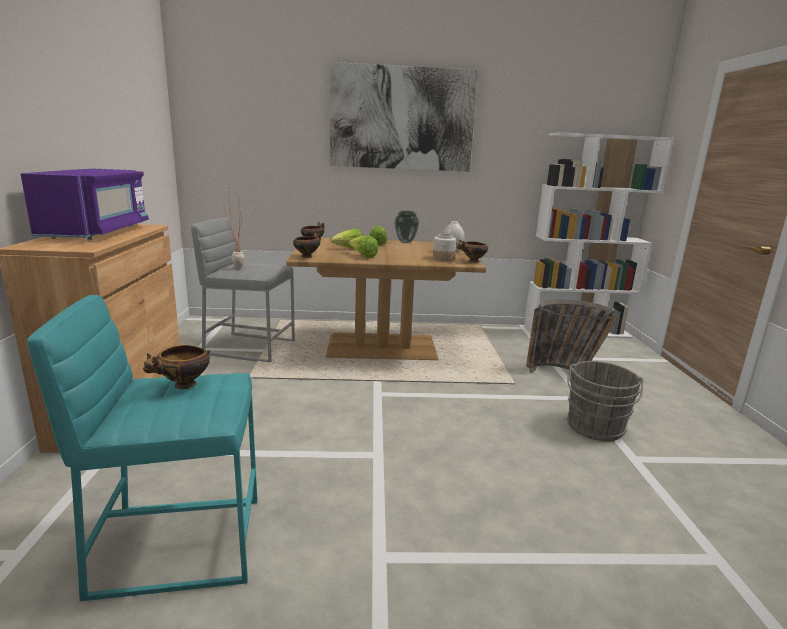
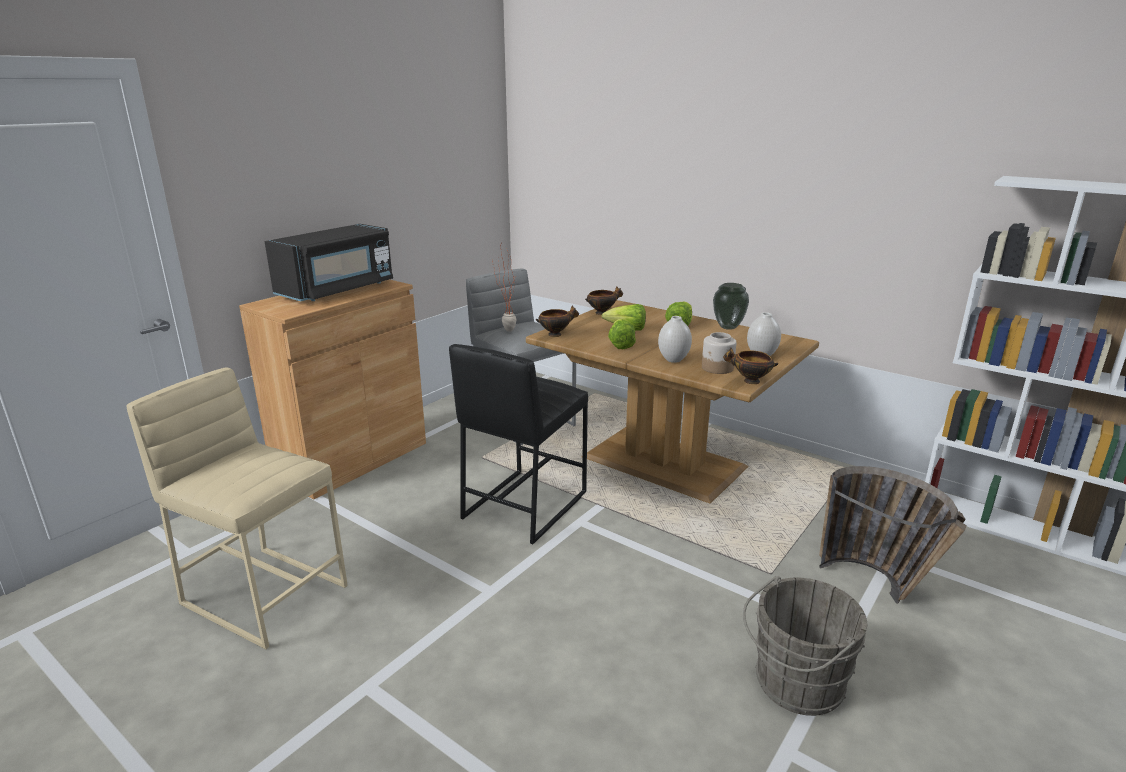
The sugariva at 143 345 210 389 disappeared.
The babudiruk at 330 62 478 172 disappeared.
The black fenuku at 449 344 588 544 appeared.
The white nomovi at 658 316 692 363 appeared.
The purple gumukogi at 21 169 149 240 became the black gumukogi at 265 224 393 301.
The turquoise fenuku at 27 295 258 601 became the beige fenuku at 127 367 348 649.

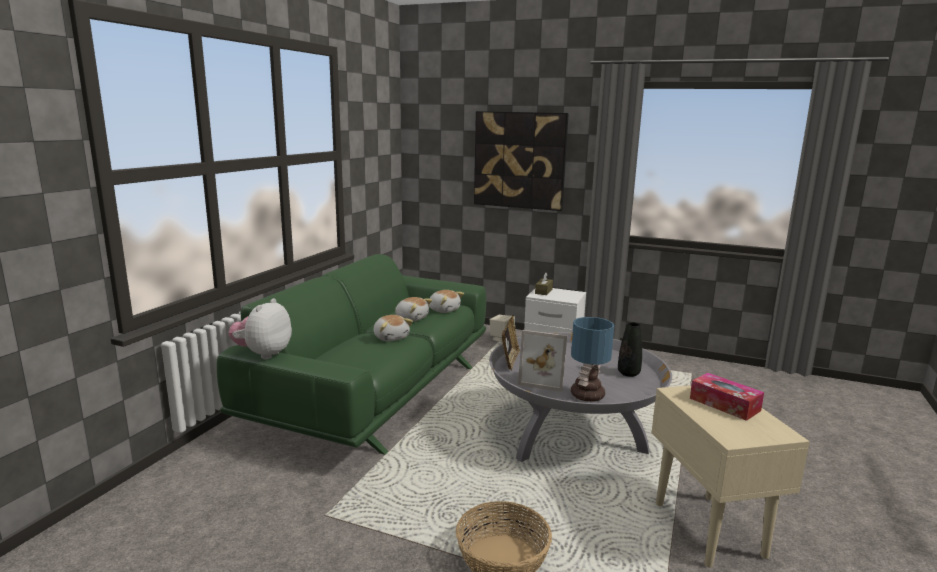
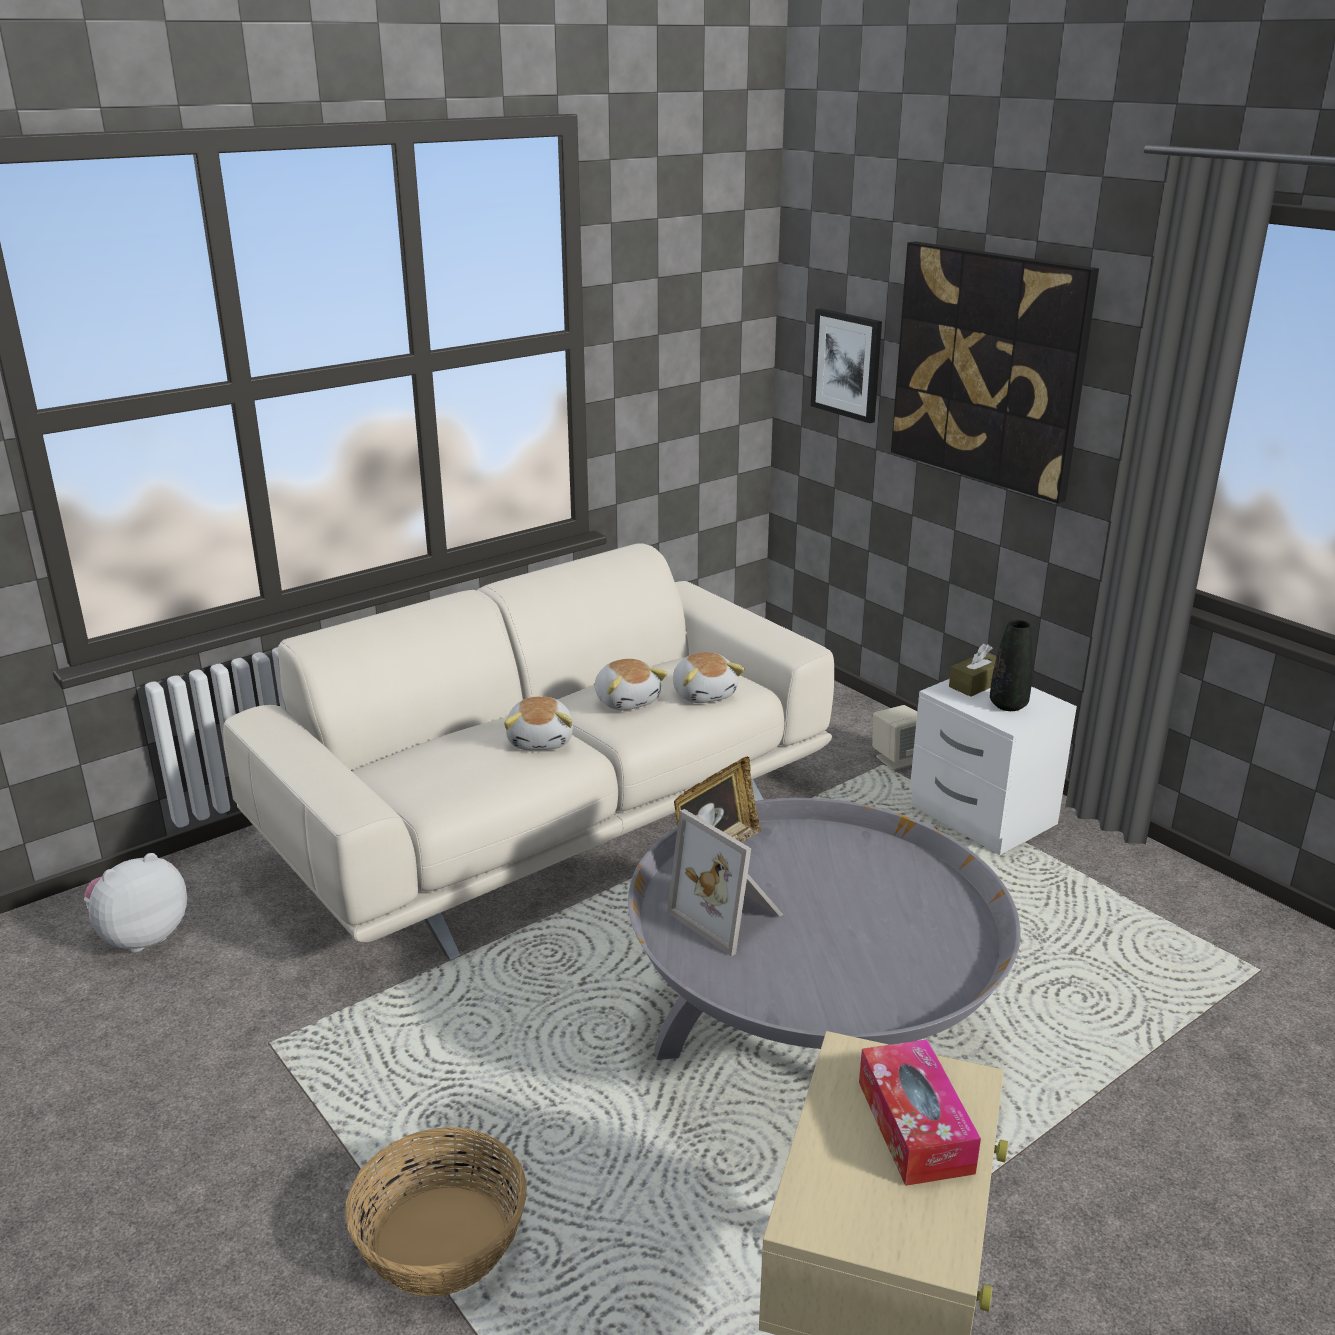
The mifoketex at 571 317 614 402 disappeared.
The babudiruk at 811 308 882 423 appeared.
The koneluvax moved from 228 298 292 359 to 84 853 187 953.
The black nomovi moved from 618 322 642 377 to 990 620 1033 711.
The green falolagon at 217 254 486 455 became the beige falolagon at 223 543 834 960.

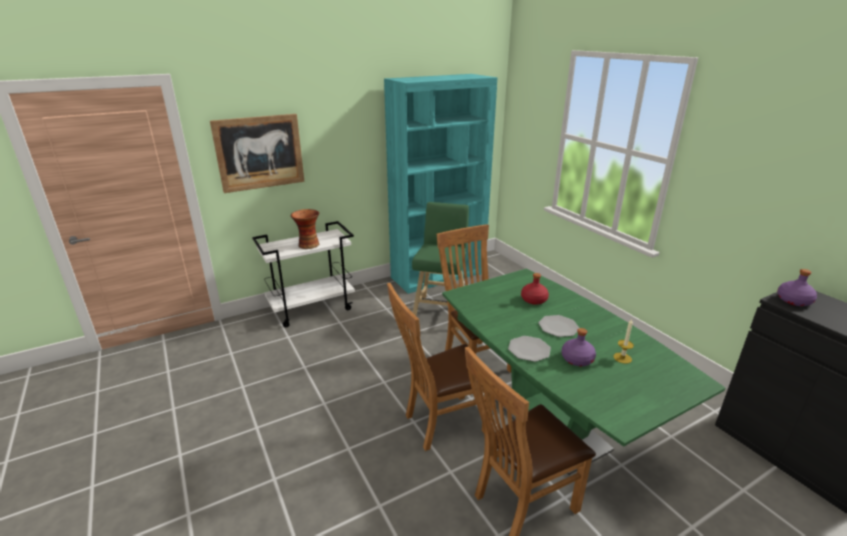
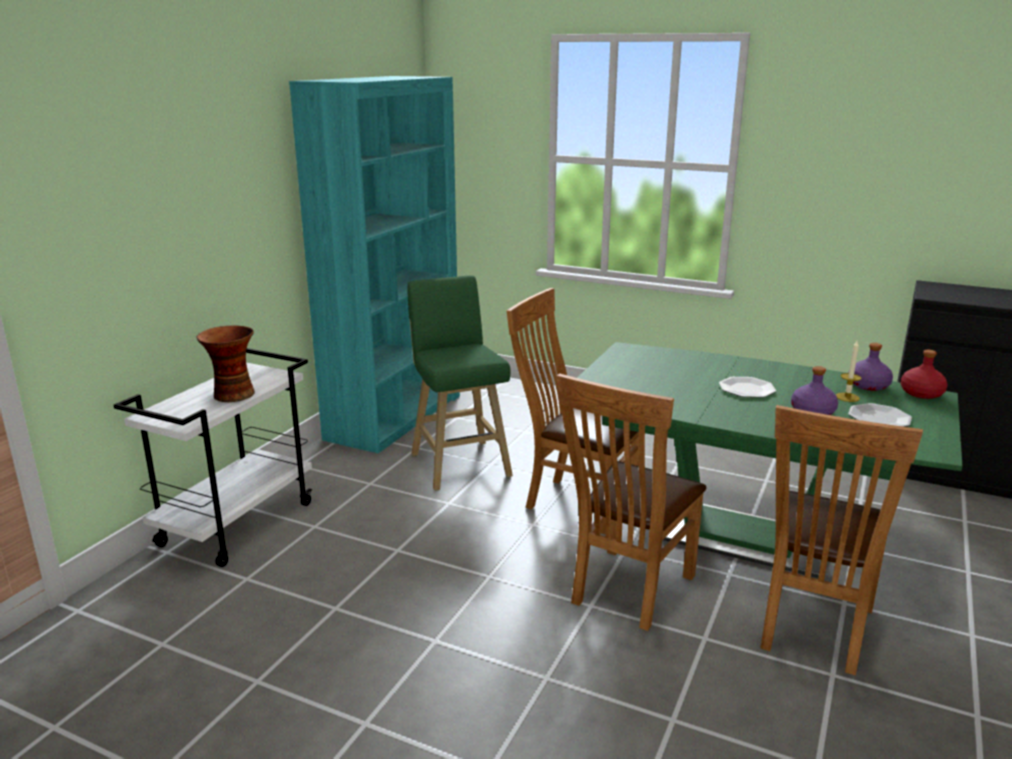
The babudiruk at 210 114 305 193 disappeared.
The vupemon moved from 508 336 551 362 to 848 403 912 427.
The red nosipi moved from 521 273 549 305 to 901 350 948 399.
The purple nosipi moved from 777 269 817 306 to 853 343 893 391.

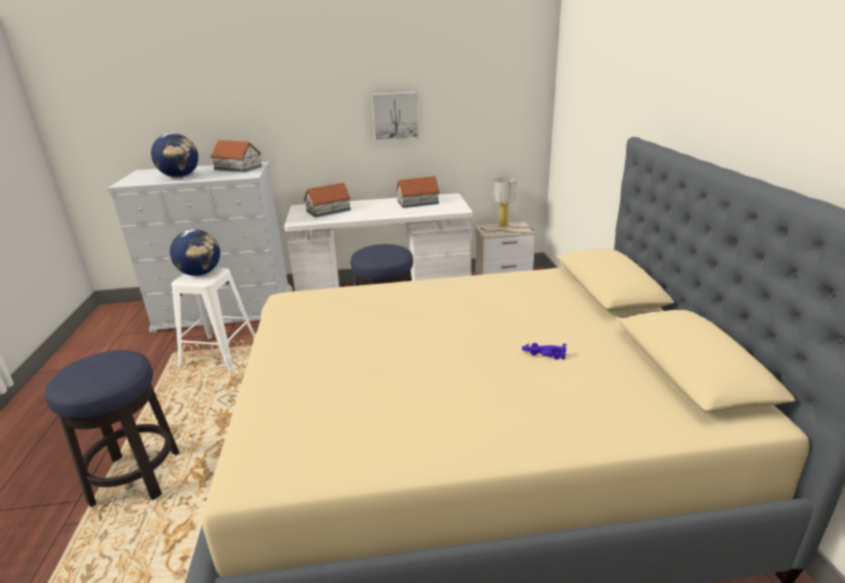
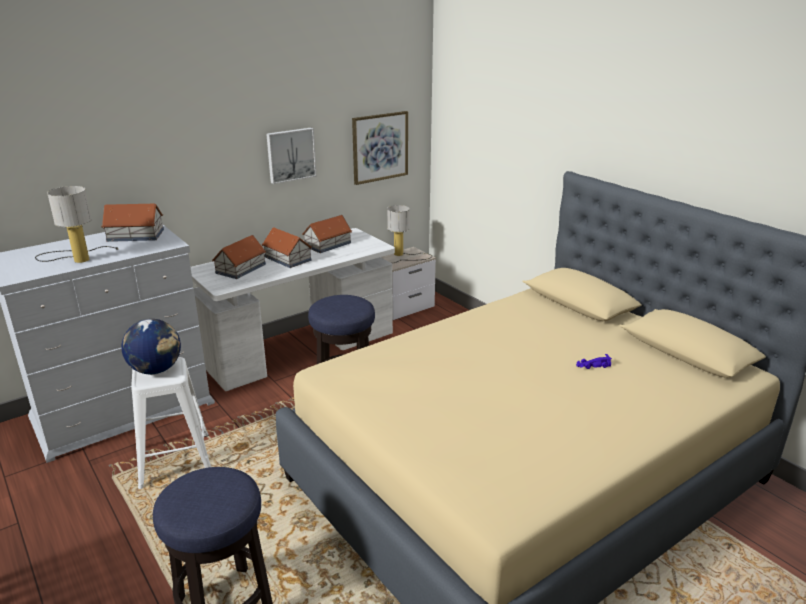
The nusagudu at 262 227 312 268 appeared.
The babudiruk at 352 111 408 185 appeared.
The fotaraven at 151 133 198 178 was replaced by the mifoketex at 35 186 118 263.

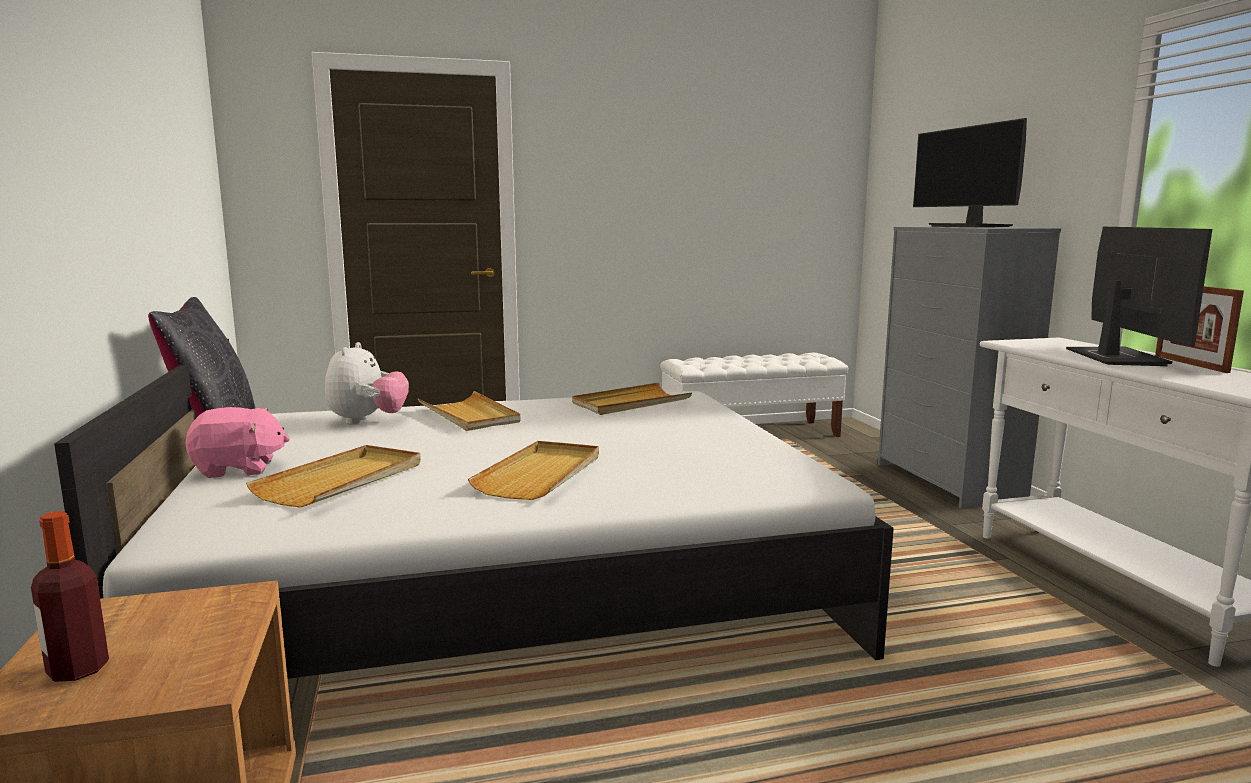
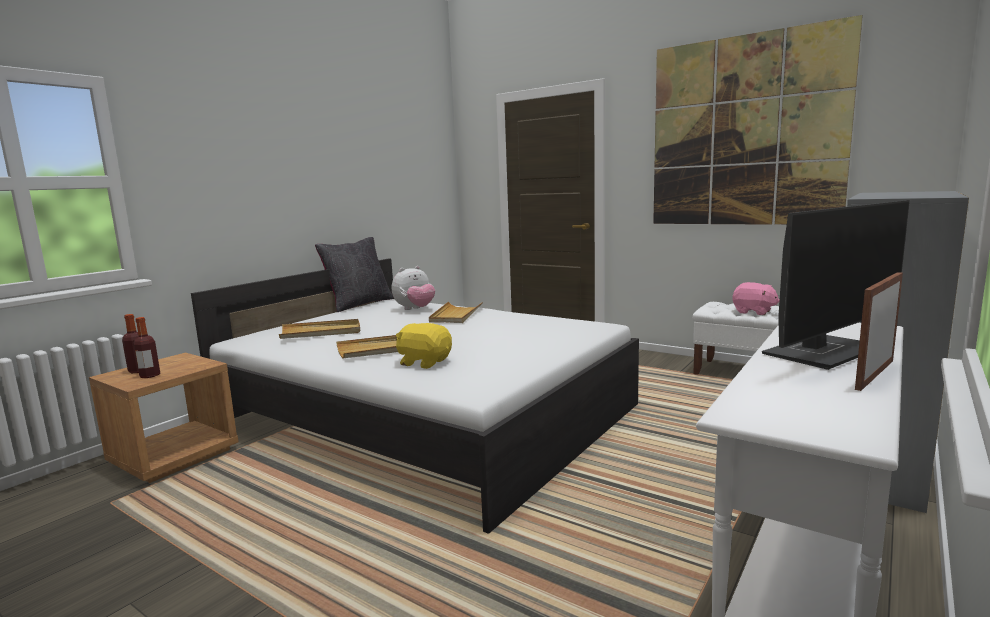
The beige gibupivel at 572 382 692 415 disappeared.
The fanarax at 913 118 1027 227 disappeared.
The nosipi at 133 317 160 378 appeared.
The yellow koneluvax at 396 323 452 369 appeared.
The babudiruk at 653 15 863 225 appeared.
The pink koneluvax moved from 186 407 290 478 to 732 282 780 315.

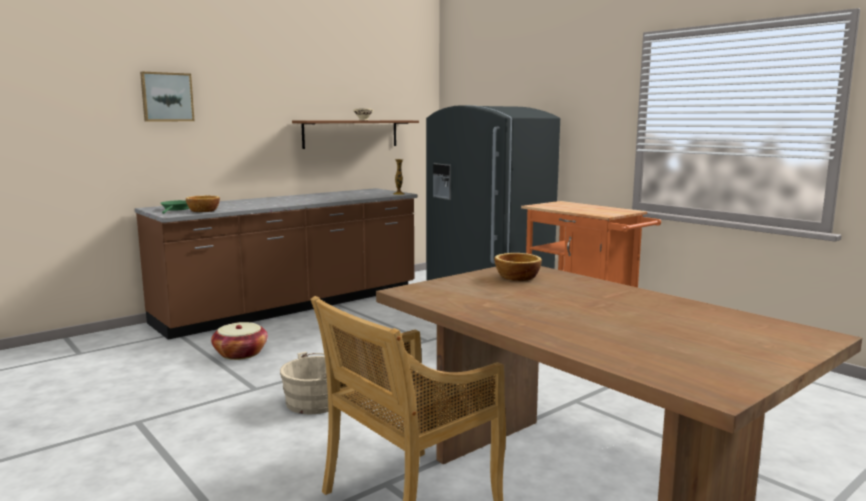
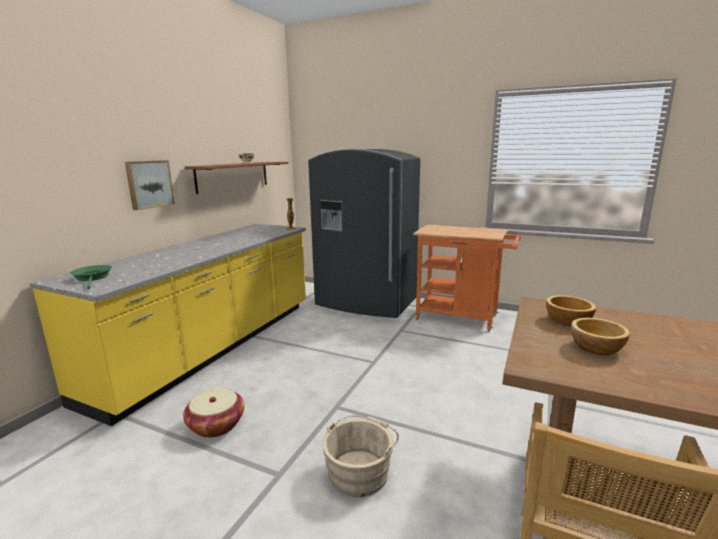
The babudiruk moved from 140 71 195 121 to 125 160 175 210.
The sugariva moved from 186 196 220 212 to 571 318 630 355.
The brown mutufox at 135 188 417 340 became the yellow mutufox at 30 224 306 426.

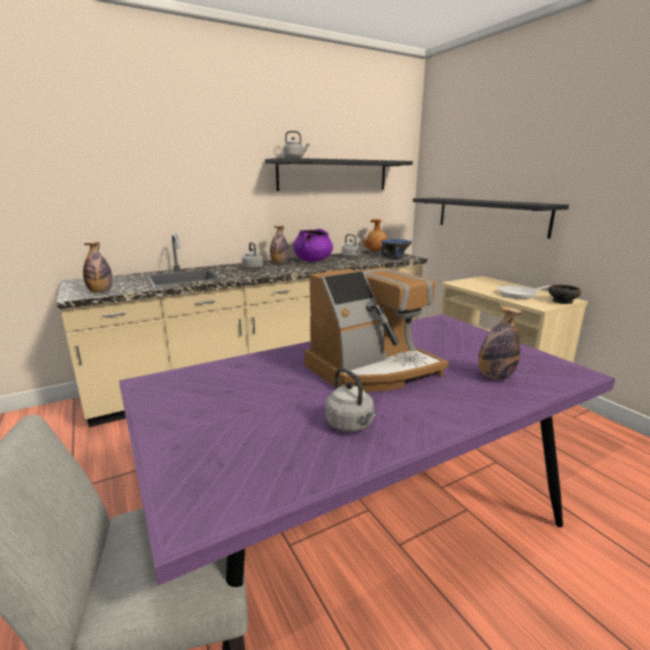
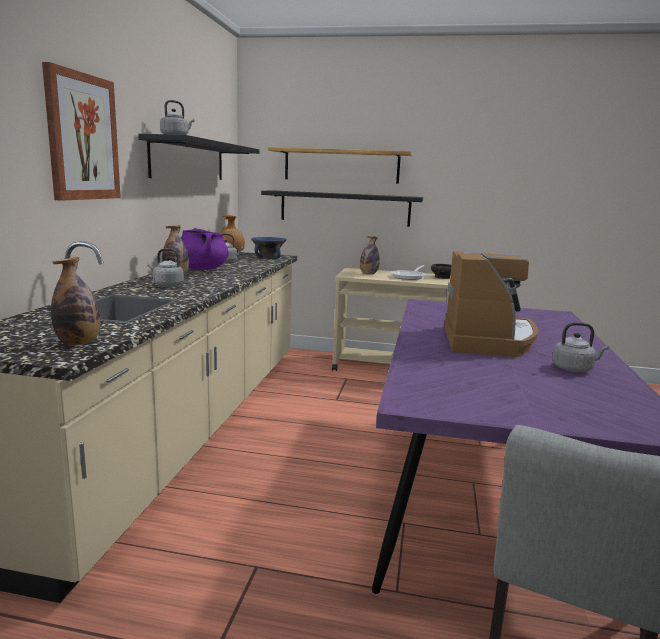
The babudiruk at 42 62 121 201 appeared.
The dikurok at 268 147 412 184 appeared.
The nosipi moved from 478 307 522 380 to 360 236 380 274.

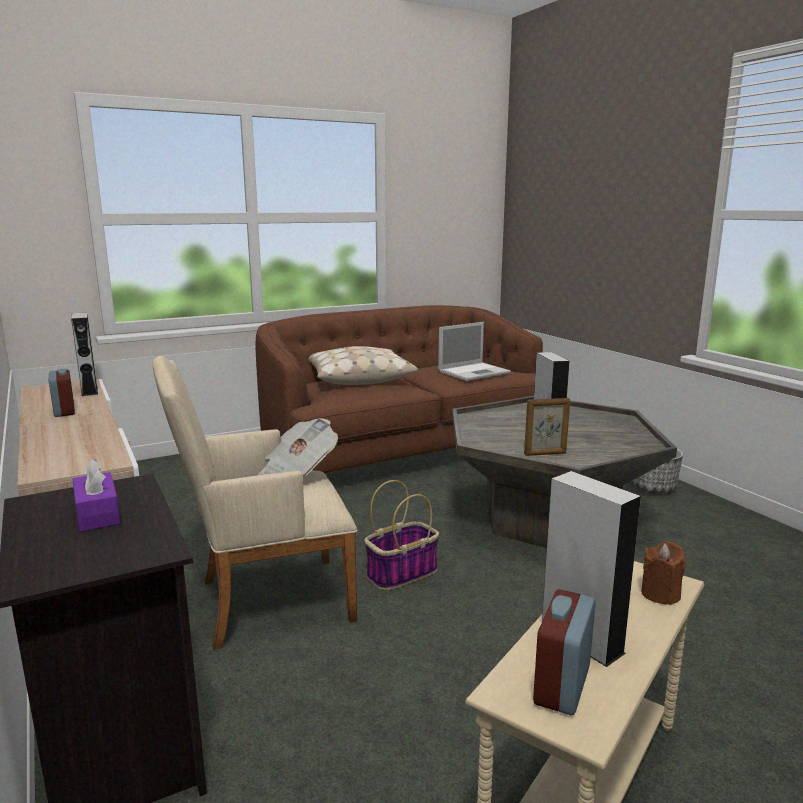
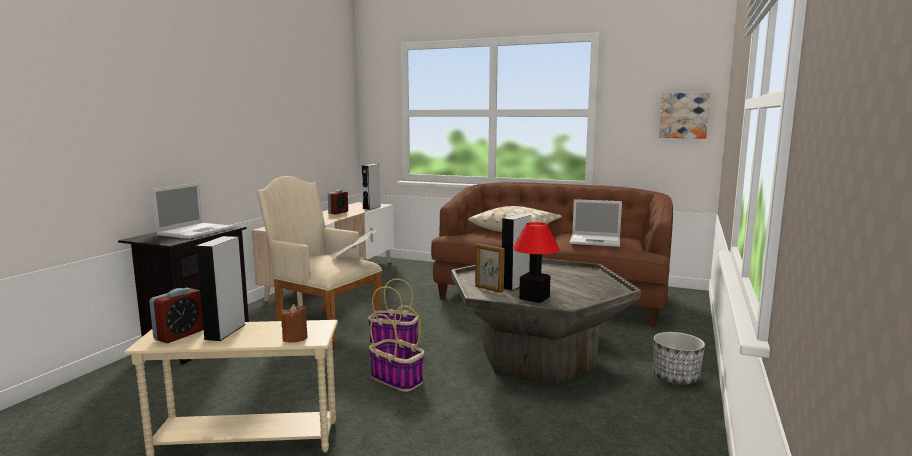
The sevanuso at 369 305 424 392 appeared.
The mifoketex at 513 222 560 303 appeared.
The babudiruk at 659 93 710 139 appeared.
The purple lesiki at 73 459 120 532 was replaced by the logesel at 151 183 233 239.
The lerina at 533 589 596 715 turned 135 degrees clockwise.

